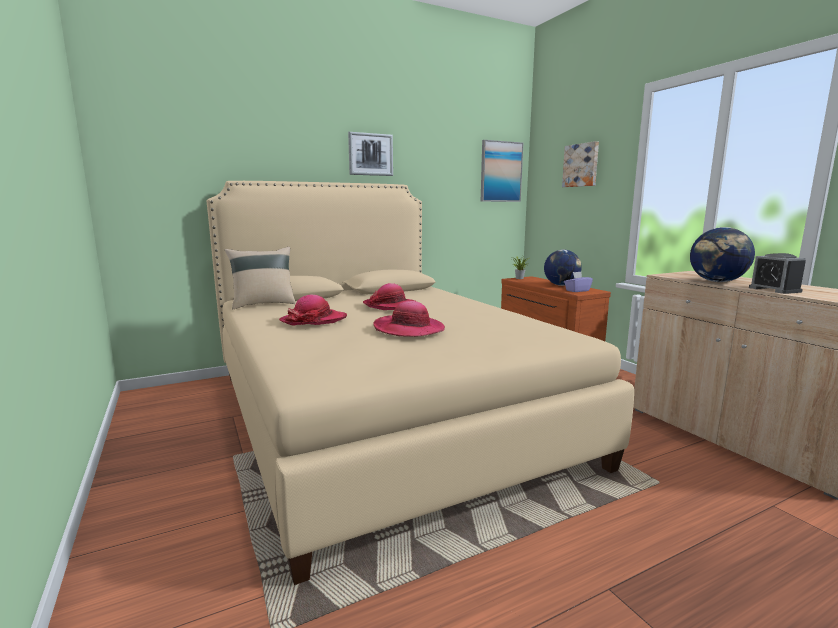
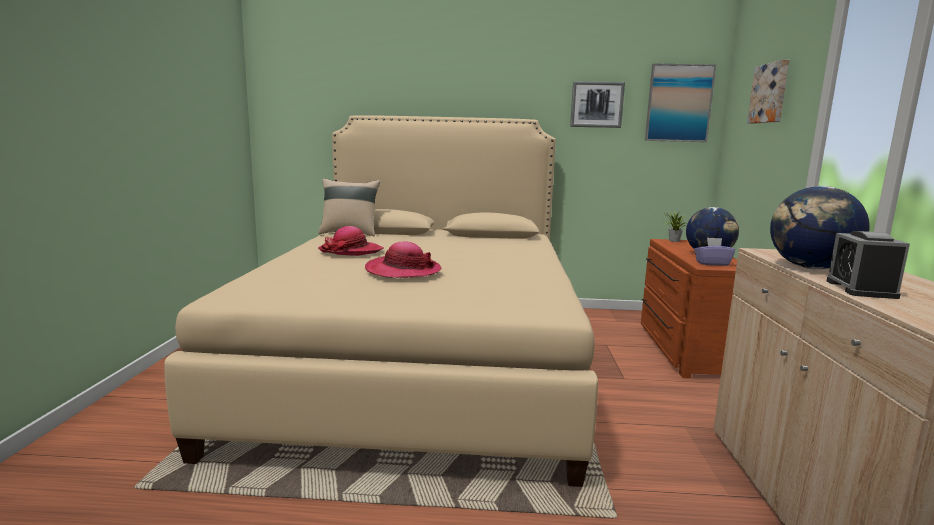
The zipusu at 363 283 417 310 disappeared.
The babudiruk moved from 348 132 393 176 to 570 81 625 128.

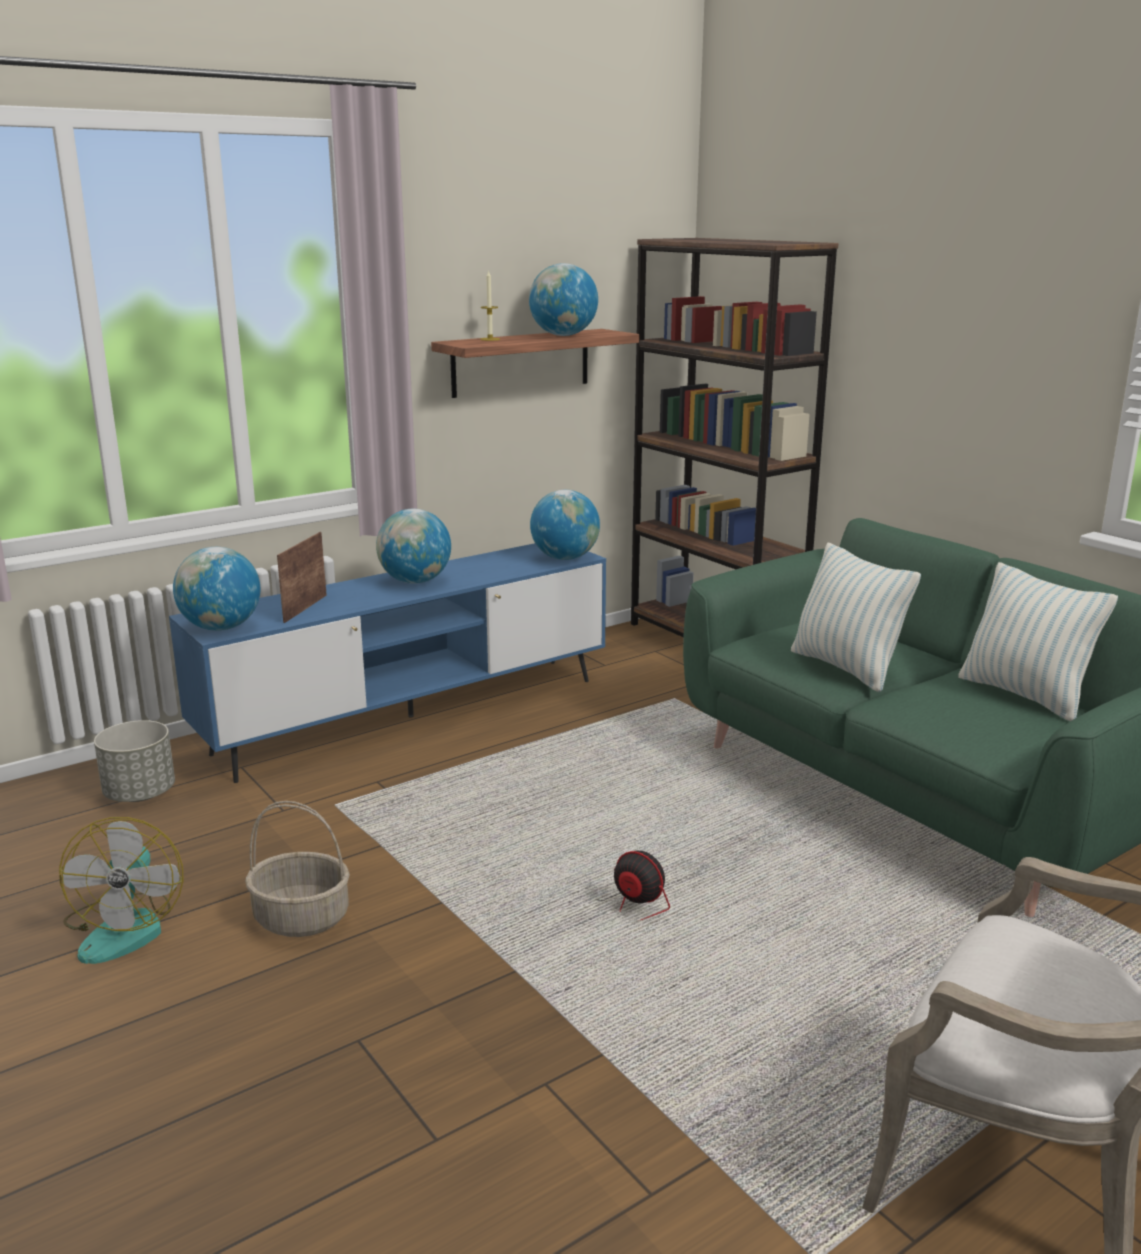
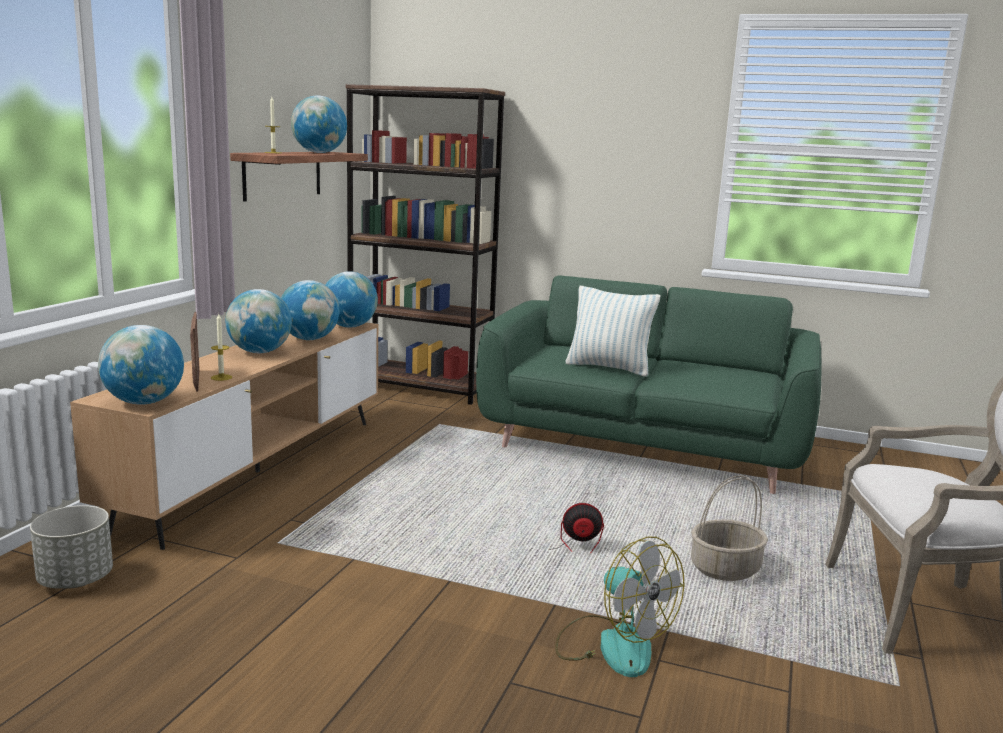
The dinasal at 958 562 1118 721 disappeared.
The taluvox at 211 314 232 381 appeared.
The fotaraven at 281 280 339 340 appeared.
The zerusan moved from 59 817 184 964 to 555 536 684 677.
The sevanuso moved from 245 801 350 937 to 691 475 768 581.
The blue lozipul at 169 543 606 783 became the brown lozipul at 70 322 378 550.

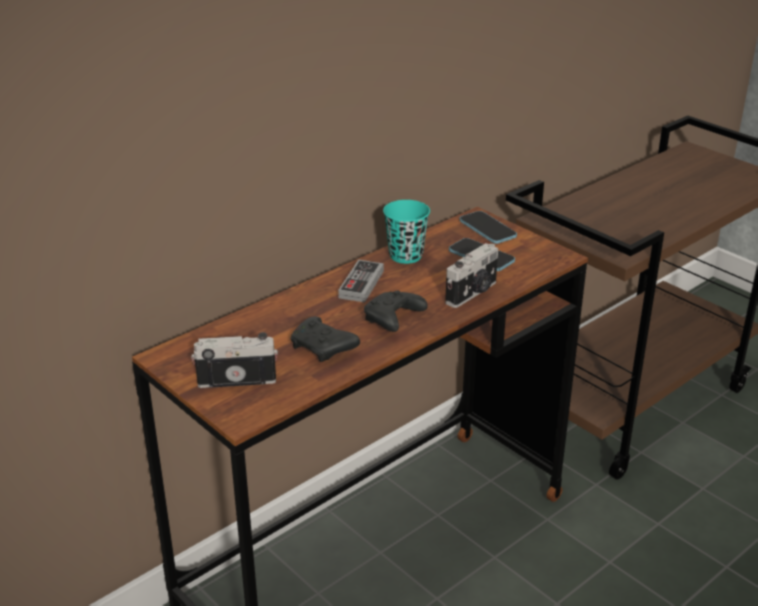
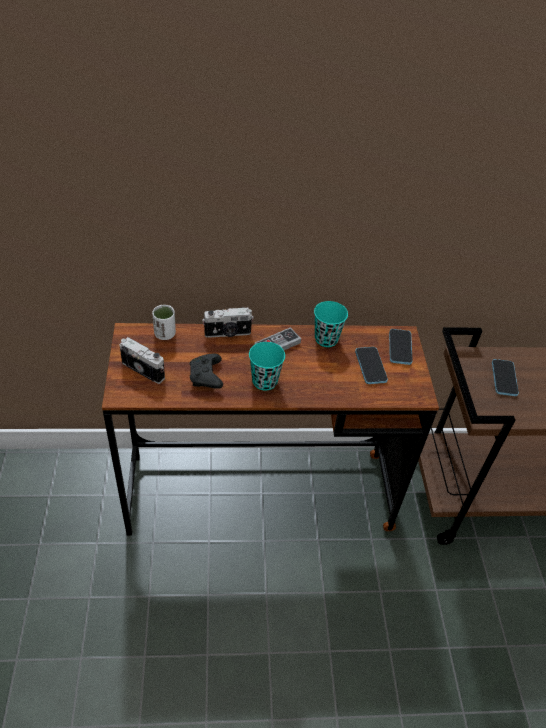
The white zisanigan at 152 305 176 340 appeared.
The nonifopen at 492 359 519 396 appeared.
The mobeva moved from 445 243 498 308 to 202 307 254 338.
The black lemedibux at 364 291 428 332 was replaced by the turquoise zisanigan at 249 342 285 391.

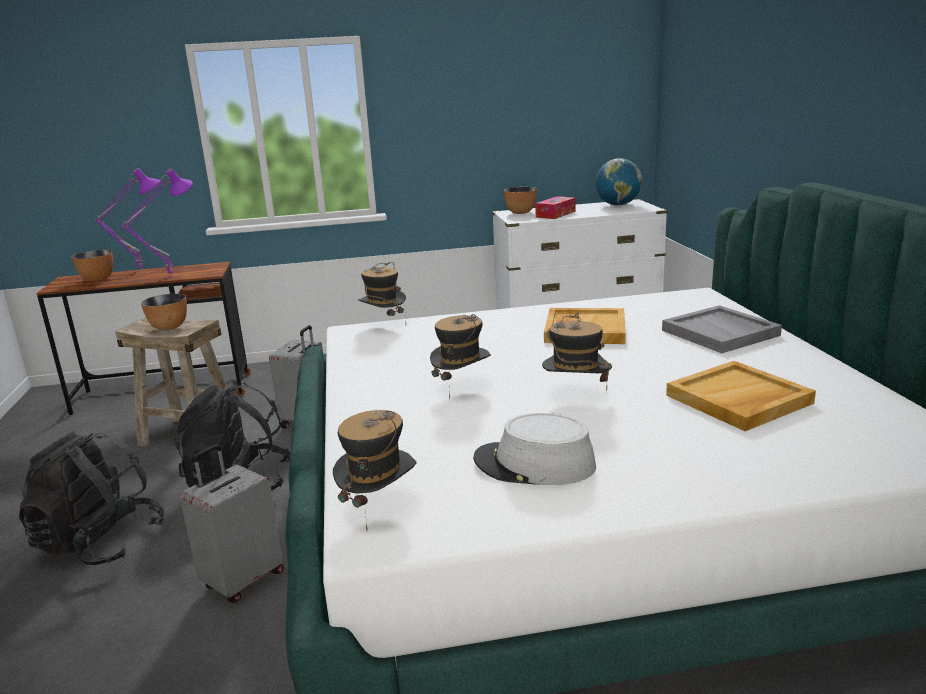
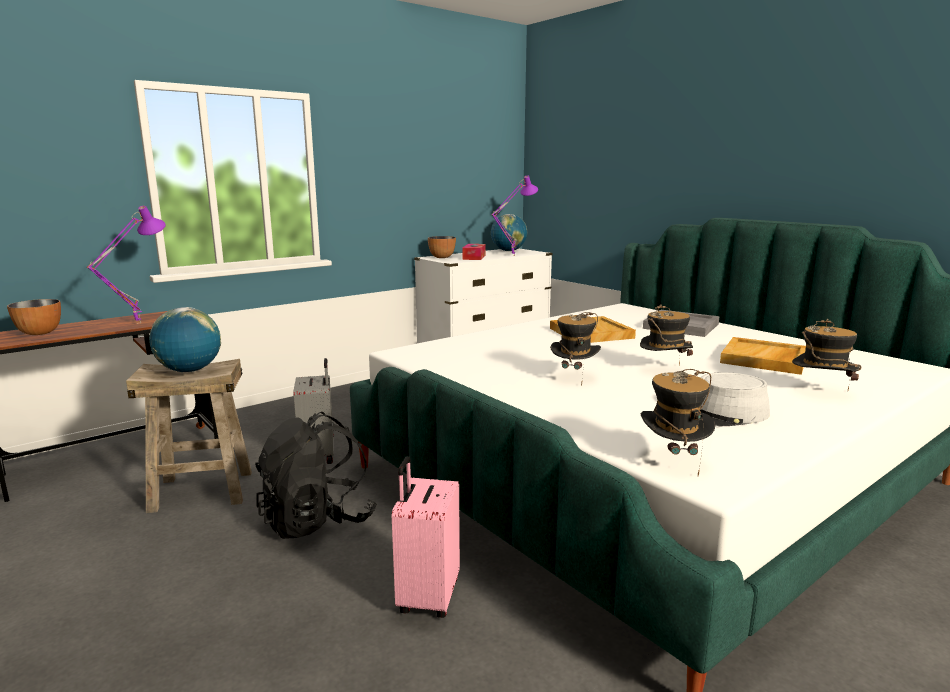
The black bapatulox at 19 431 164 565 disappeared.
The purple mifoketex moved from 95 168 160 271 to 491 175 538 256.
The zipusu moved from 358 262 406 316 to 792 319 862 390.
The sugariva at 141 294 187 330 was replaced by the fotaraven at 149 307 221 372.
The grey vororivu at 180 445 284 603 became the pink vororivu at 392 456 460 618.

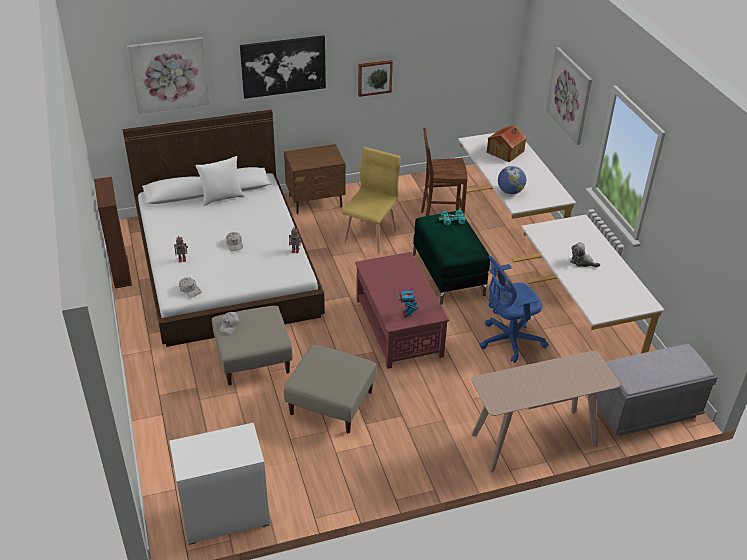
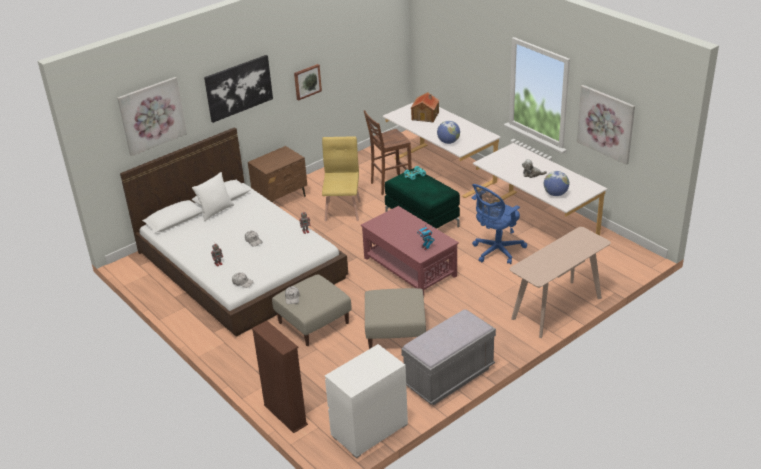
The fotaraven at 544 171 569 196 appeared.
The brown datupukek moved from 94 177 132 288 to 252 320 308 433.
The babudiruk moved from 546 47 592 145 to 577 85 635 165.
The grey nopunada moved from 596 344 718 436 to 401 309 496 405.

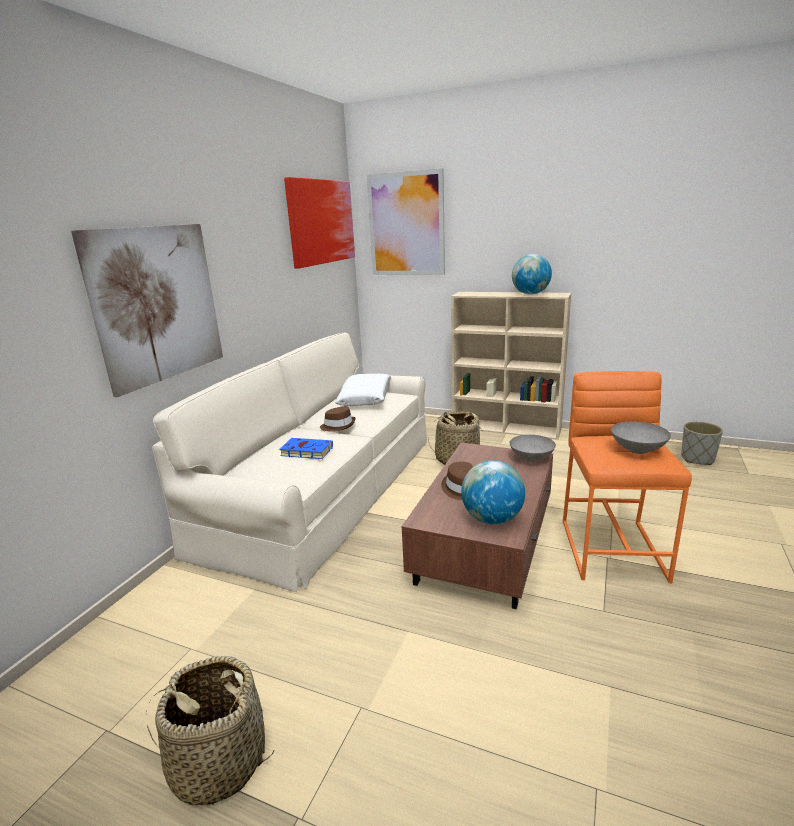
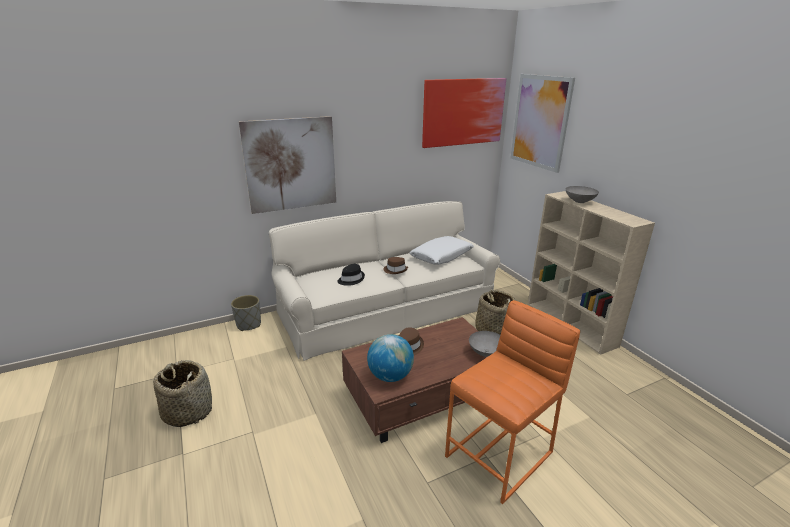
The fotaraven at 512 254 552 295 disappeared.
The grey sugariva moved from 611 422 671 454 to 566 186 599 203.
The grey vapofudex moved from 681 422 723 465 to 231 295 261 331.
The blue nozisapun at 279 438 333 459 was replaced by the black zipusu at 337 264 365 286.

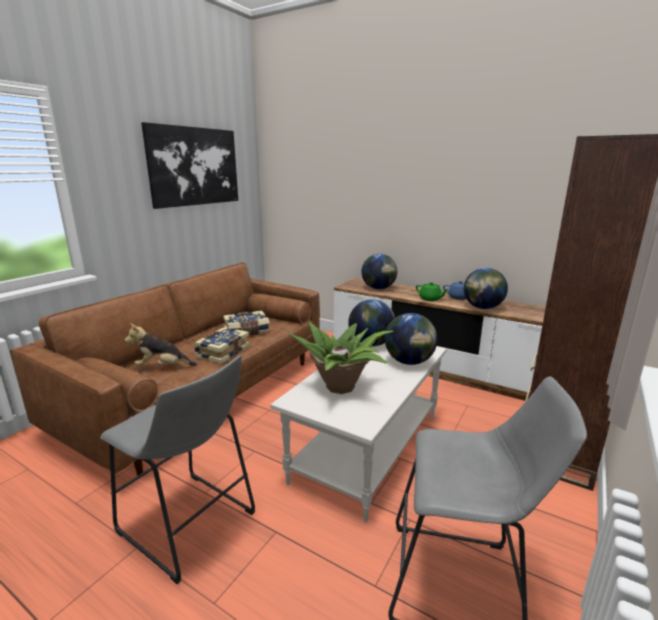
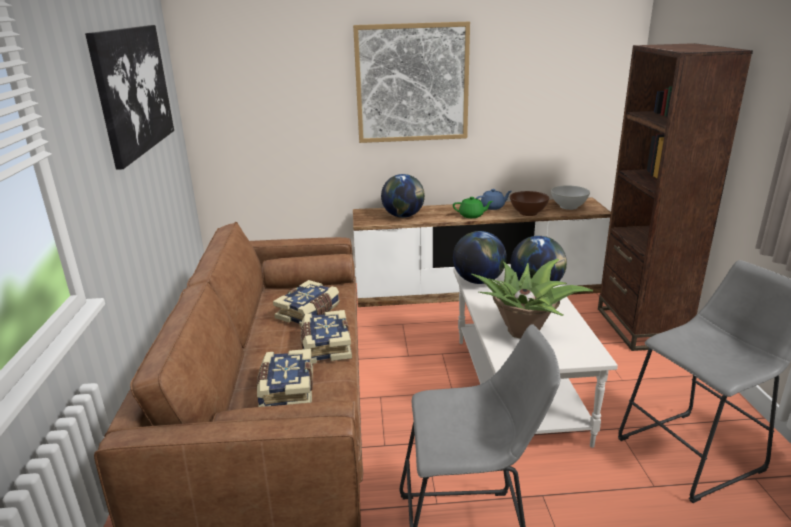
The babudiruk at 353 22 470 143 appeared.
The white sugariva at 551 185 590 210 appeared.
The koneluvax at 125 323 197 366 was replaced by the nozisapun at 257 349 313 407.
The fotaraven at 464 268 508 309 was replaced by the brown sugariva at 510 191 549 216.

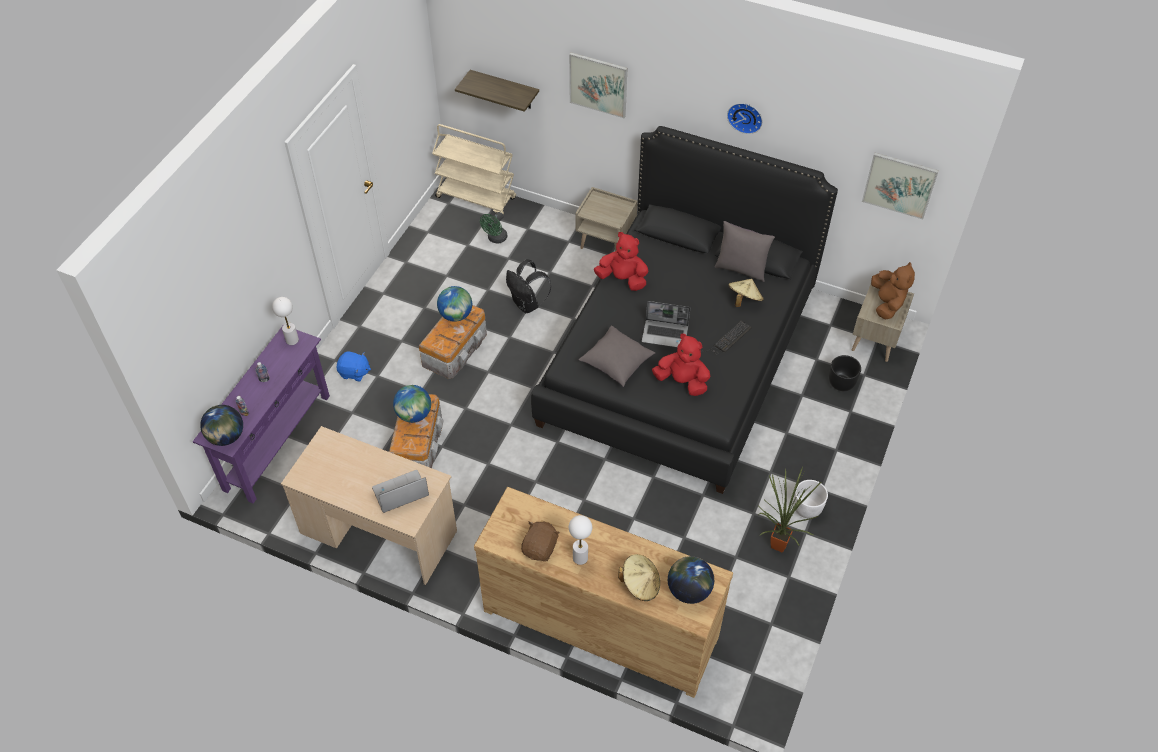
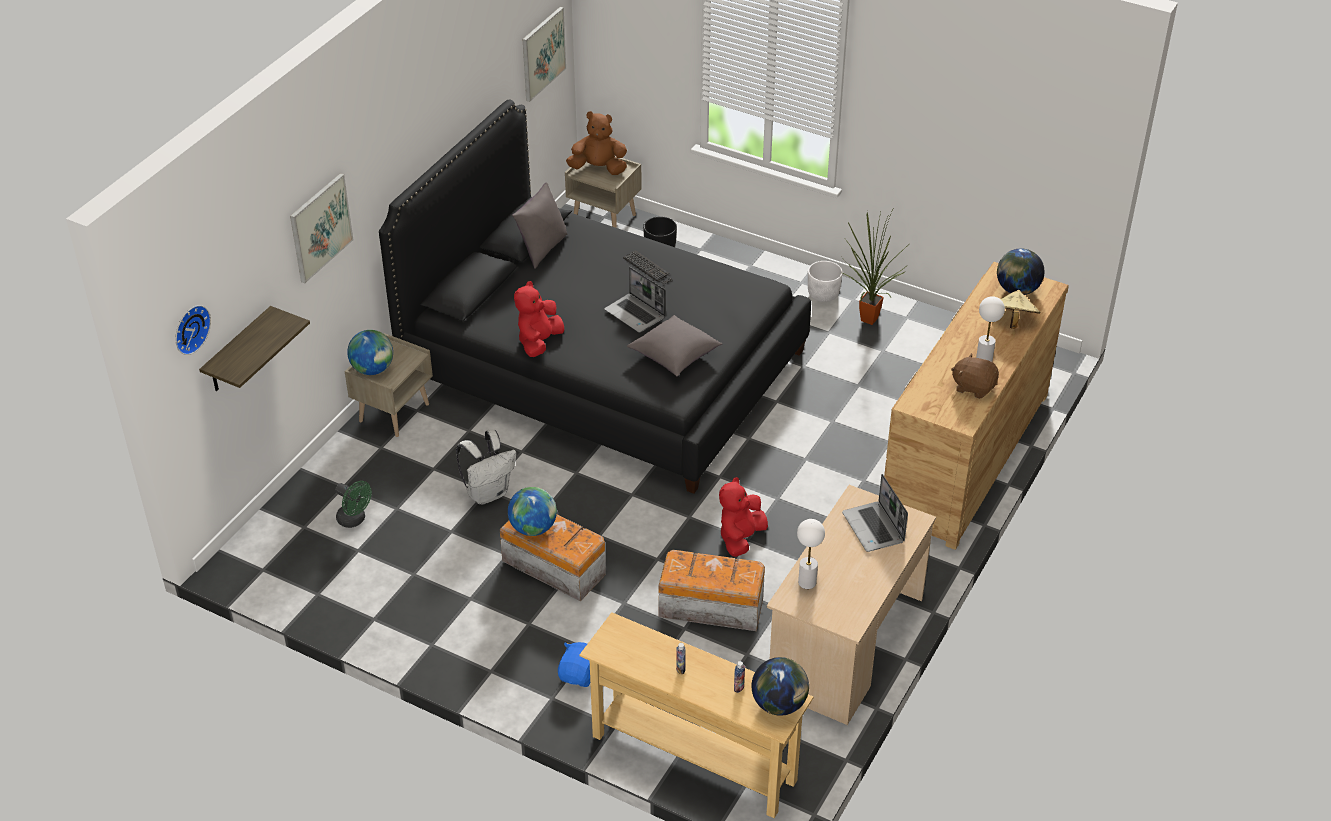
The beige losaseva at 432 124 516 214 disappeared.
The beige zipusu at 728 279 764 307 disappeared.
The white mifoketex moved from 272 297 299 345 to 797 519 825 589.
The fotaraven moved from 393 385 431 423 to 347 330 393 375.
The red koneluvax moved from 652 334 710 396 to 719 477 768 557.
The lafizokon moved from 727 103 763 134 to 175 305 211 355.
The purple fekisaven at 193 326 330 503 became the beige fekisaven at 580 612 814 818.
The black bapatulox at 506 259 552 313 became the white bapatulox at 456 429 516 504.
The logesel at 642 301 690 347 turned 120 degrees clockwise.

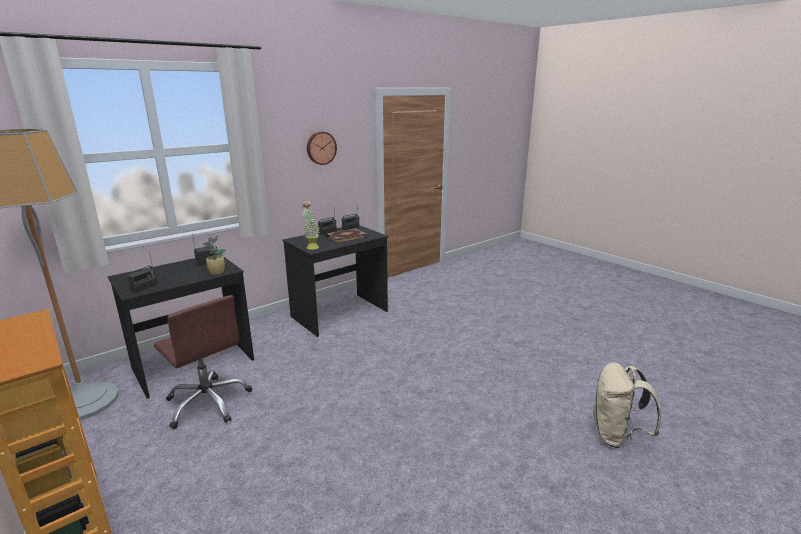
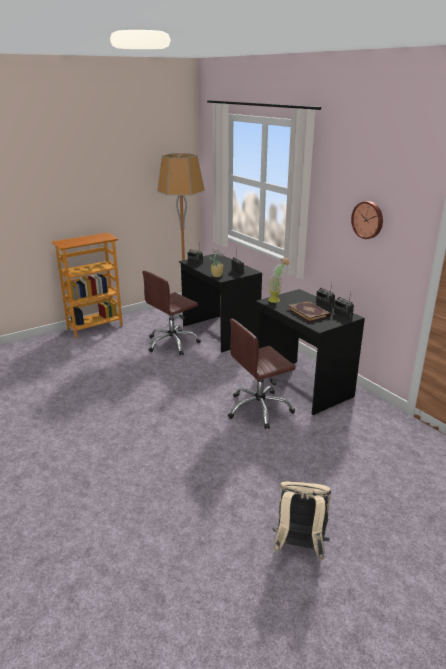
The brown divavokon at 228 319 296 429 appeared.
The beige bapatulox moved from 592 362 662 448 to 272 481 331 560.

